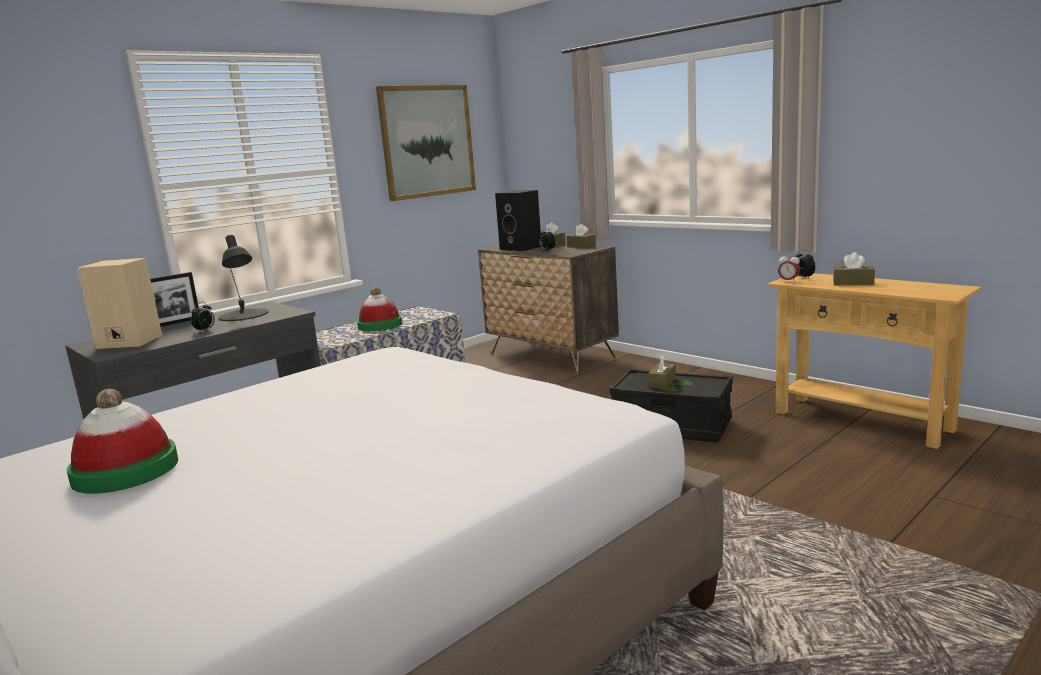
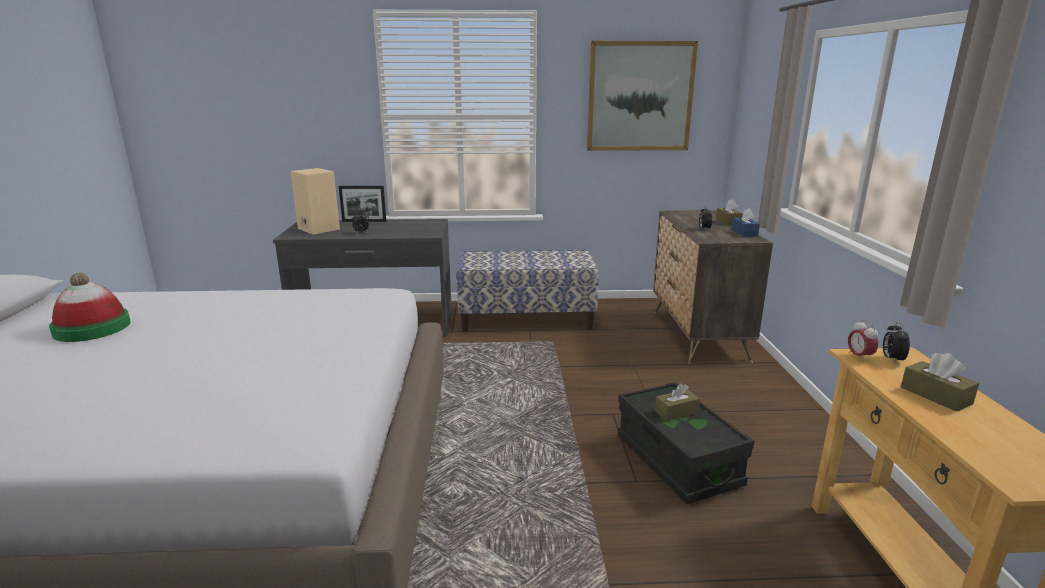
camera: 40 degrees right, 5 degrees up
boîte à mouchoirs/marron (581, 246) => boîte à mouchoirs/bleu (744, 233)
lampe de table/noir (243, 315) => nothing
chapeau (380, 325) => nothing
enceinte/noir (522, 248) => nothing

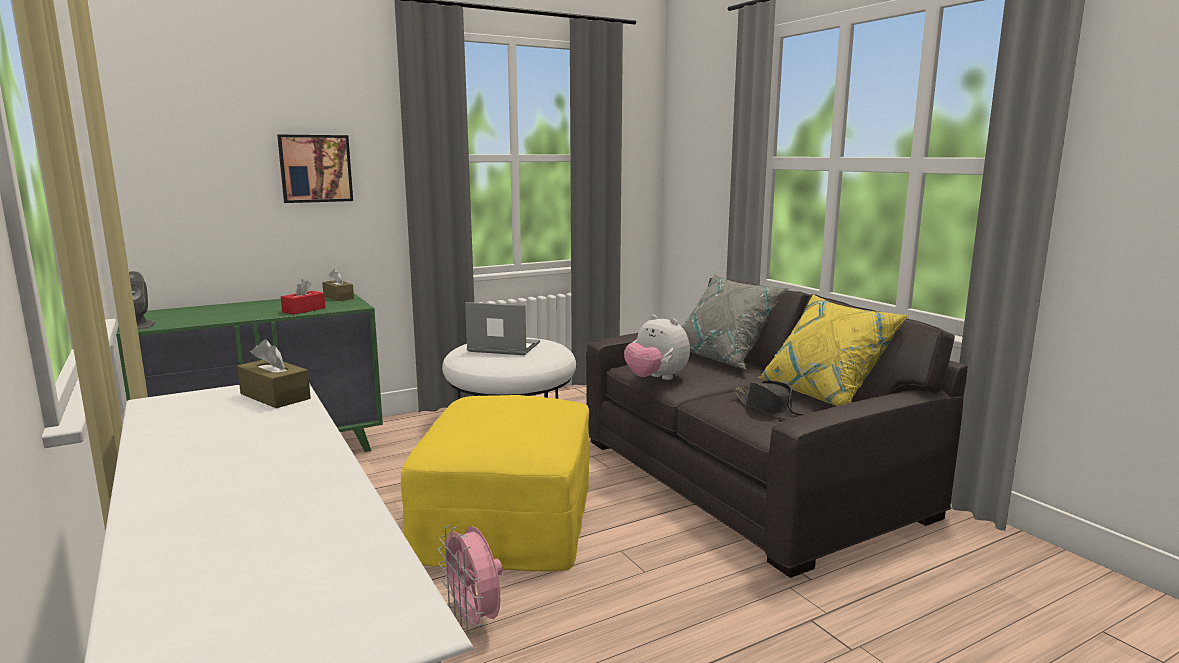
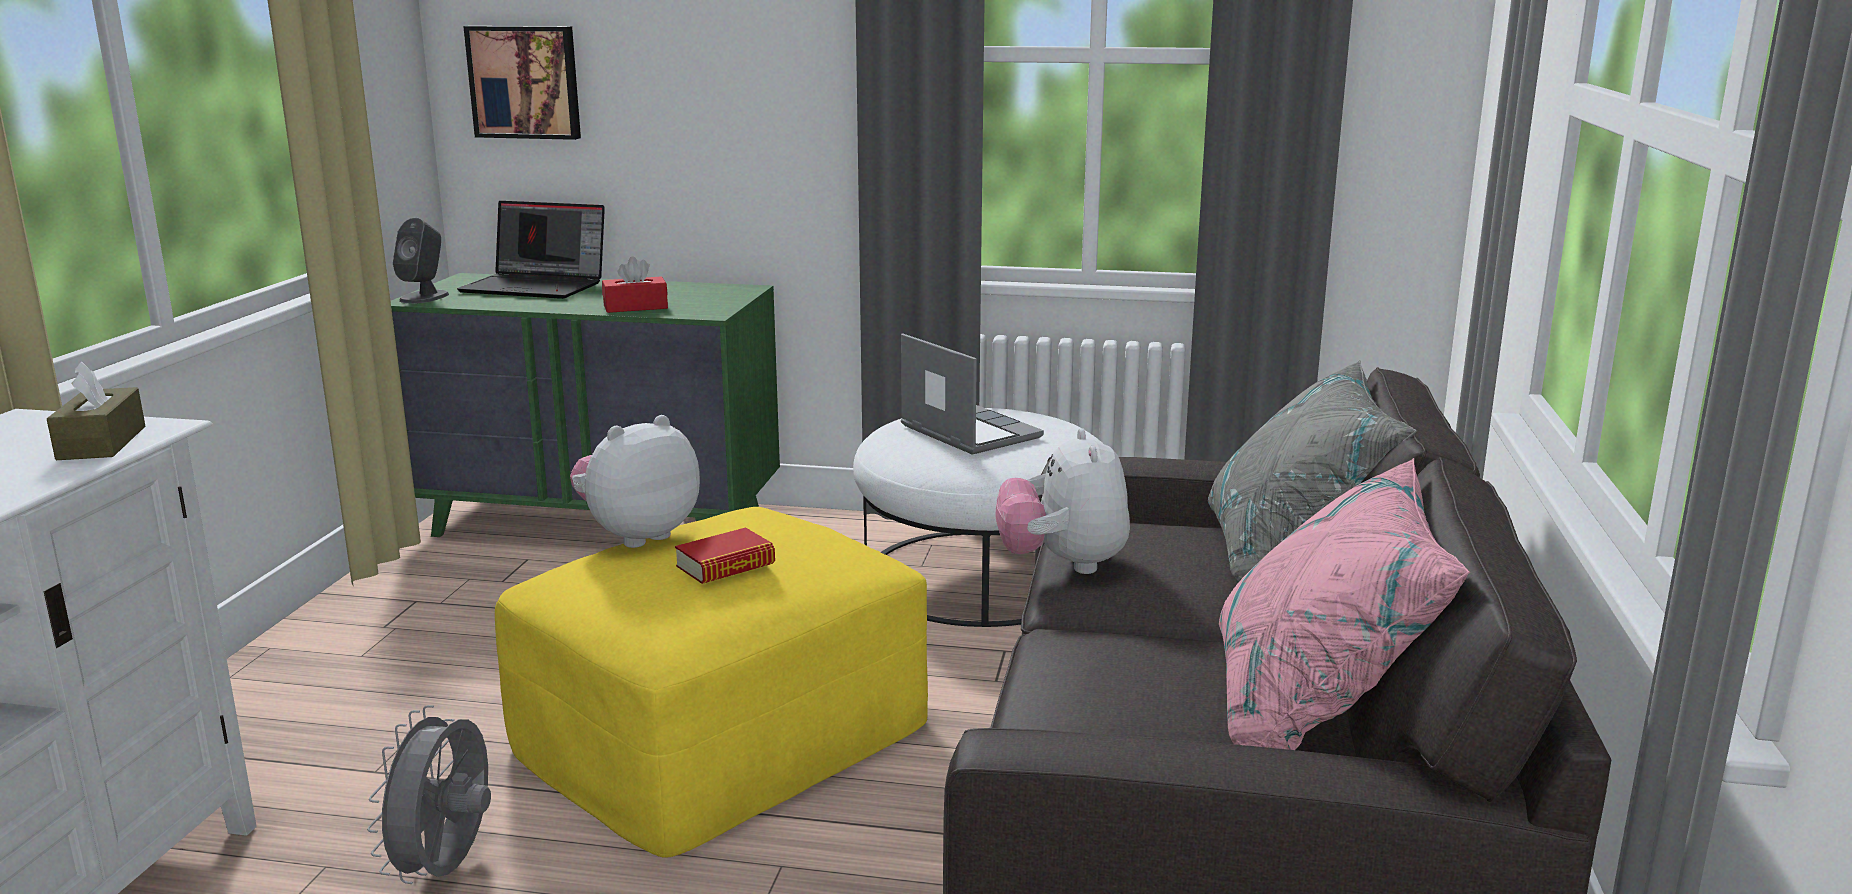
camera: 40 degrees right, 5 degrees up
ventilateur/rose (474, 621) => ventilateur/gris (447, 869)
nothing => ordinateur portable (537, 286)
tableau (315, 168) => tableau (525, 82), move
nothing => peluche (637, 535)
nothing => livre (725, 565)
coussin/jaune (824, 395) => coussin/rose (1316, 710)
boîte à mouchoirs/marron (338, 297) => nothing
chapeau/noir (769, 409) => nothing

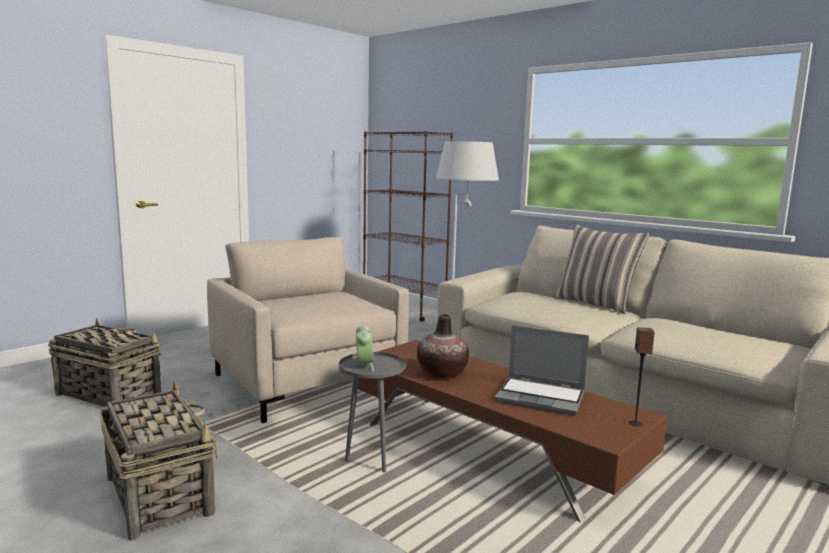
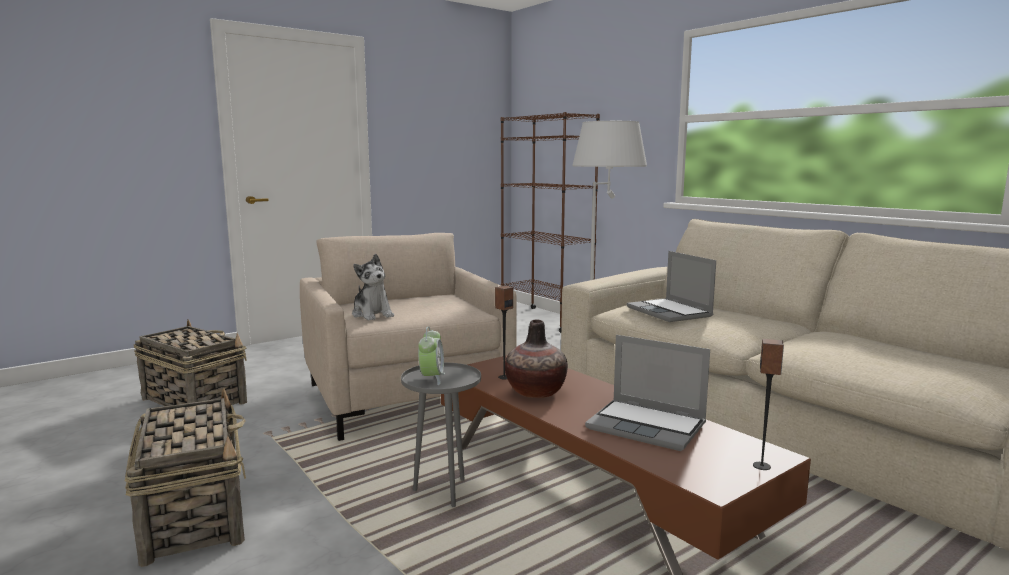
camera: 10 degrees right, 0 degrees up
nothing => peluche (372, 314)
nothing => enceinte (504, 377)
nothing => ordinateur portable (670, 312)
coussin (595, 303) => nothing

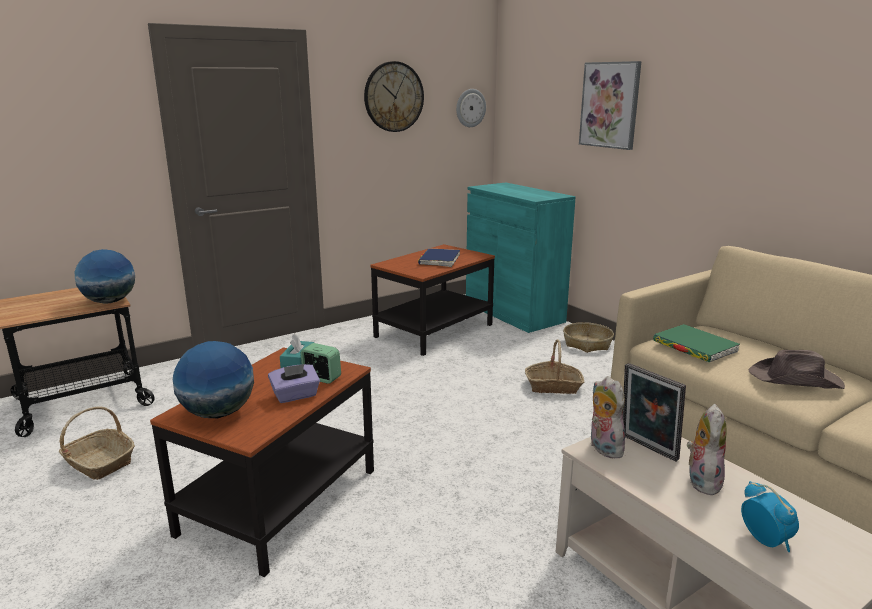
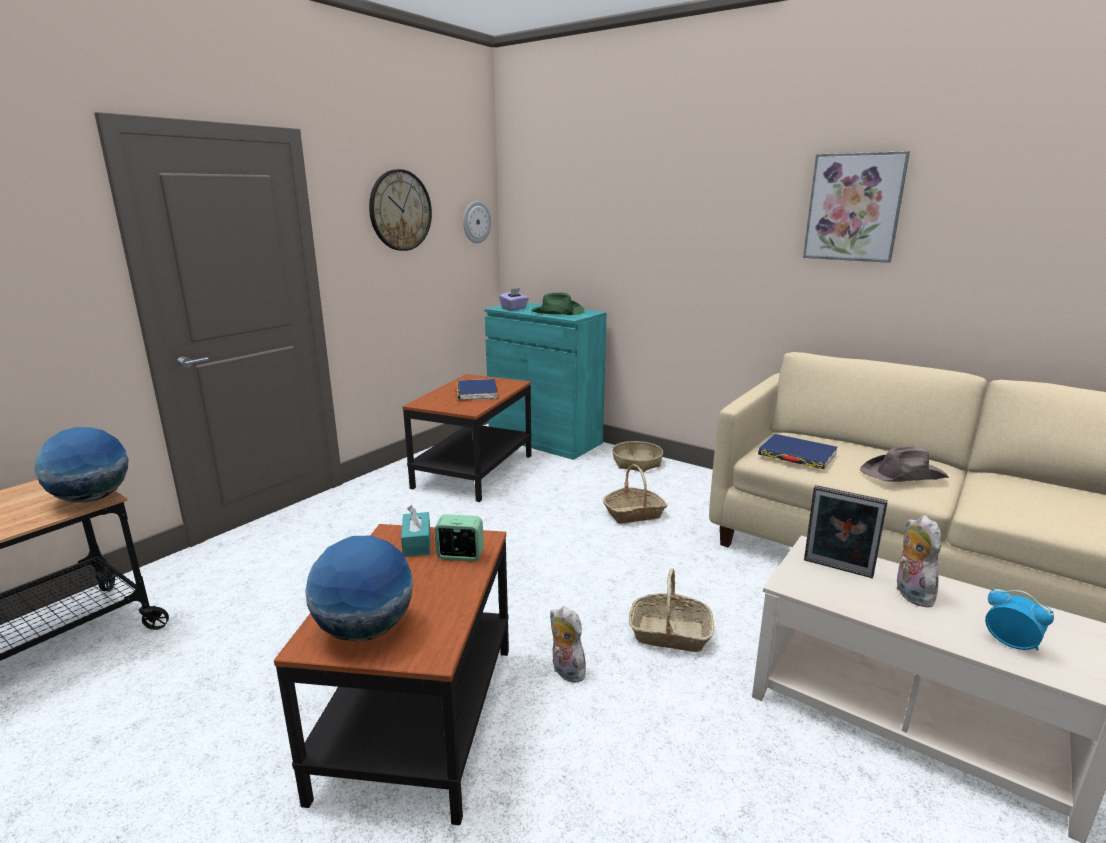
camera: 20 degrees left, 0 degrees up
boîte à mouchoirs/violet (295, 396) => boîte à mouchoirs/violet (514, 308), move
nothing => chapeau/vert (556, 312)
peluche (603, 448) => peluche (565, 671), move
panier (99, 462) => panier (669, 633), move
livre/vert (694, 347) => livre/bleu (797, 455)
tableau (610, 105) => tableau (854, 207), move

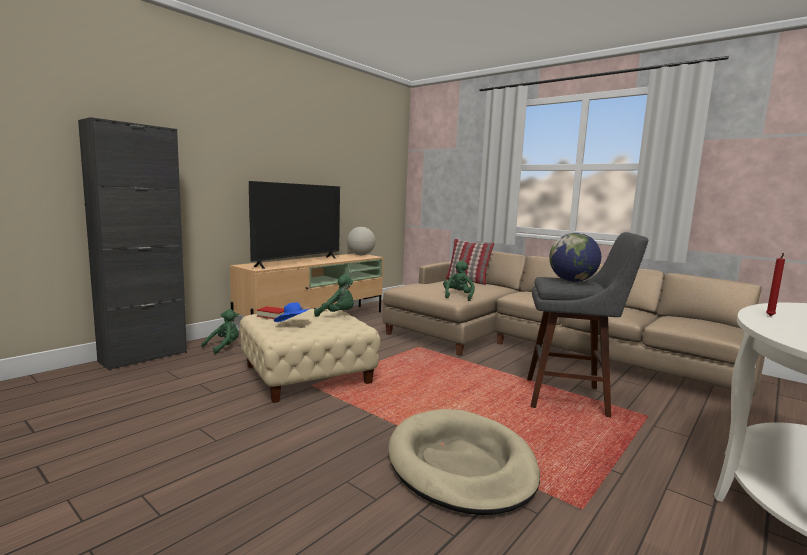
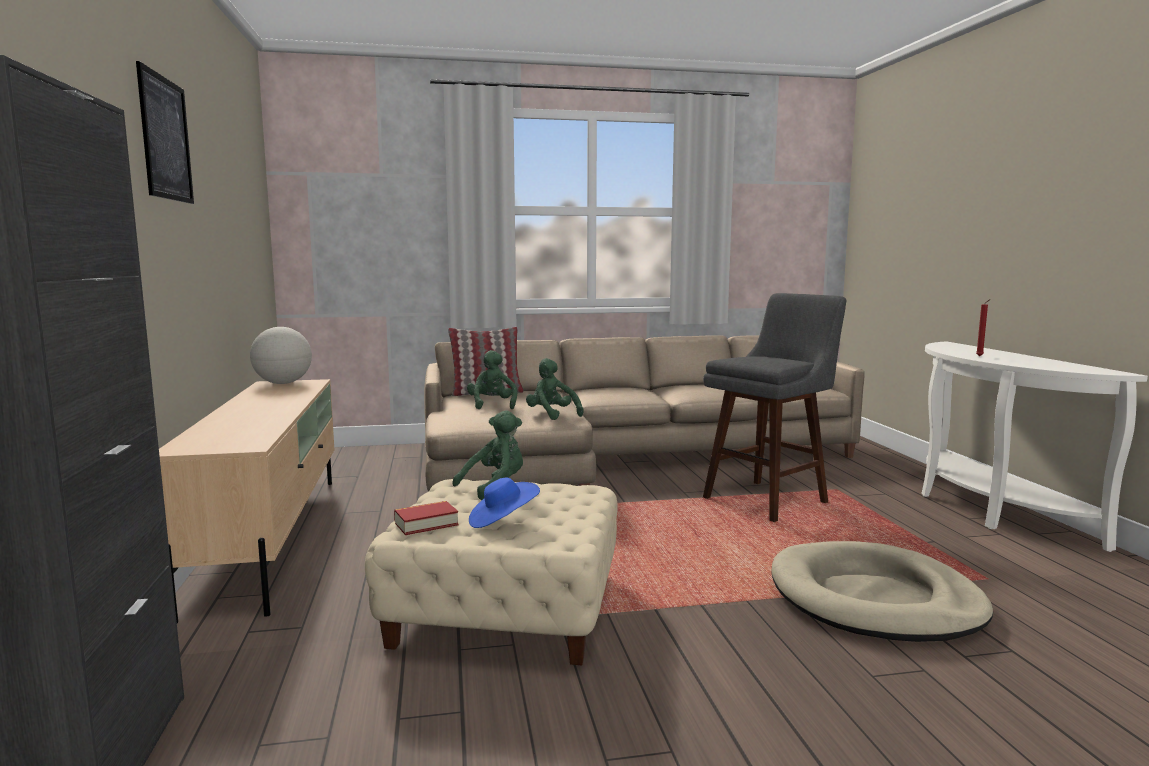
camera: 50 degrees left, 0 degrees up
nothing => tableau (165, 139)
peluche/vert (224, 347) => peluche/vert (492, 405), move
téléviseur (298, 262) => nothing
globe (572, 281) => nothing

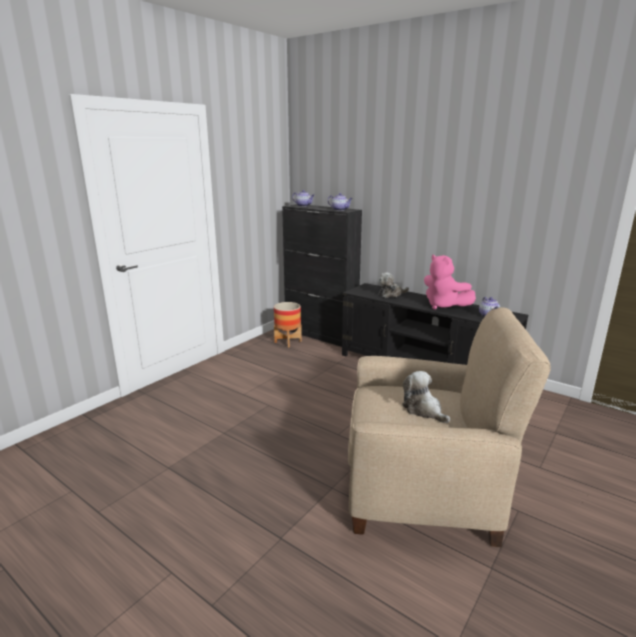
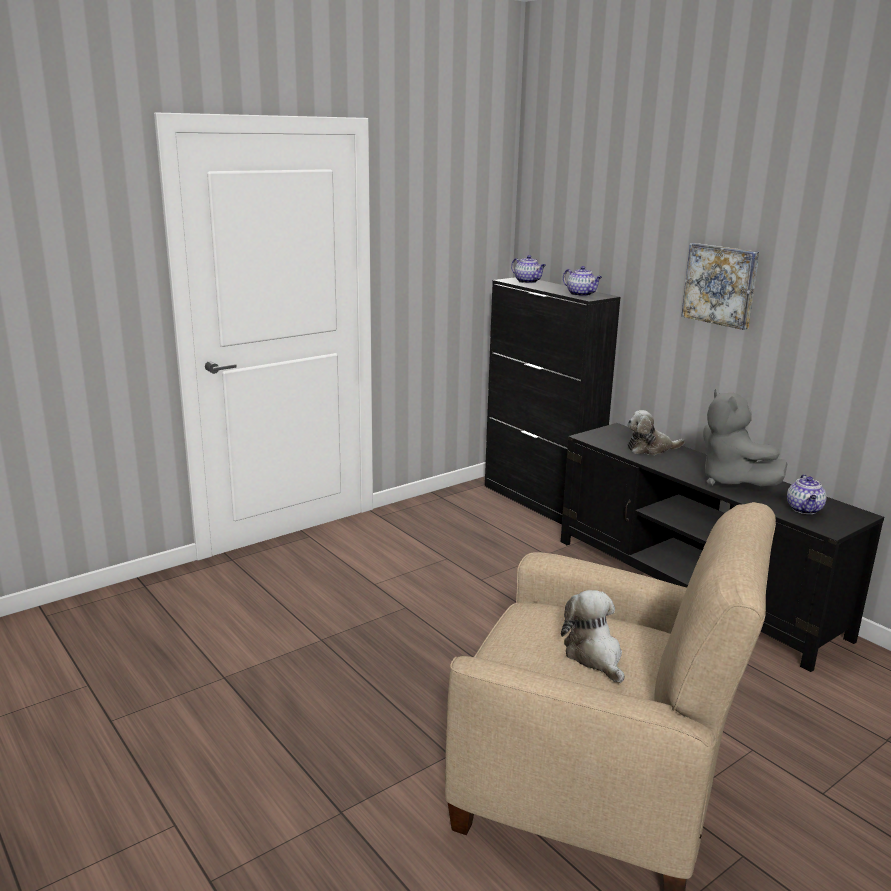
camera: 15 degrees right, 0 degrees up
nothing => tableau (721, 285)
peluche/rose (443, 306) => peluche/gris (731, 481)
cache-pot (288, 342) => nothing

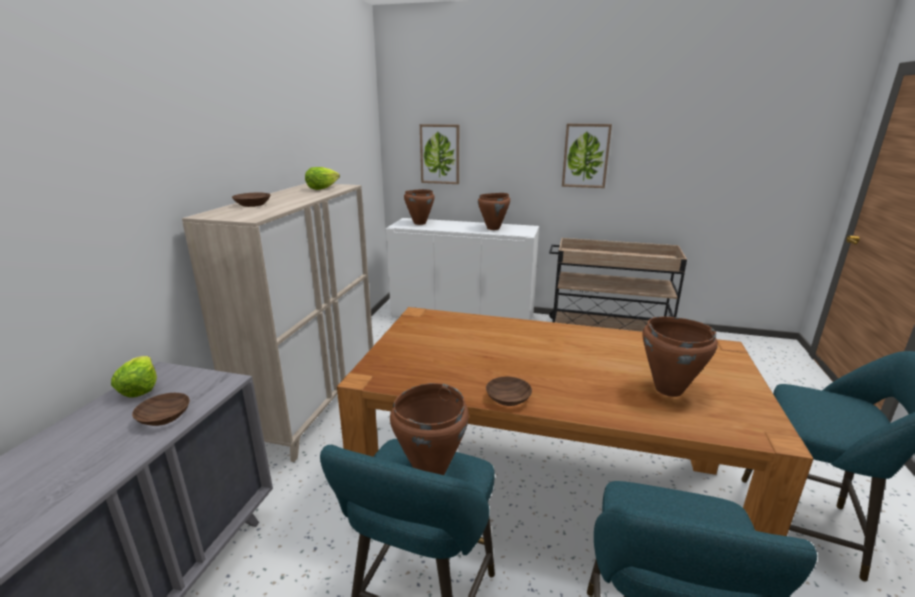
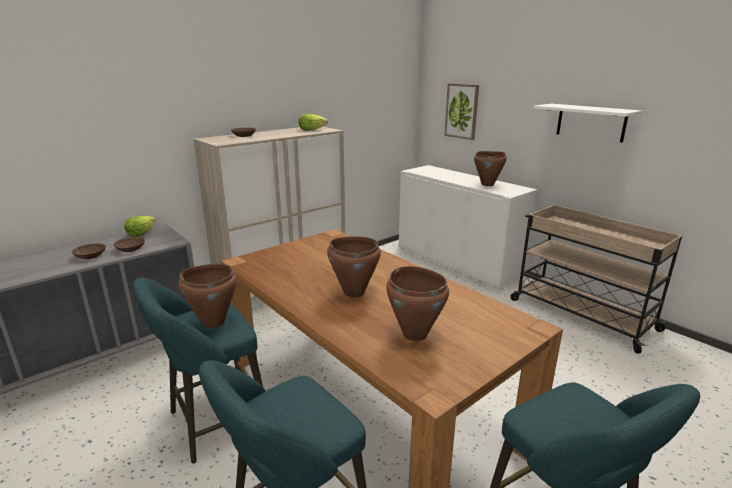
camera: 35 degrees right, 0 degrees up
bol/marron (507, 399) => bol/marron (90, 256), move
marmite/marron (419, 223) => marmite/marron (353, 292), move
tableau (586, 156) => étagère/blanc (590, 122)

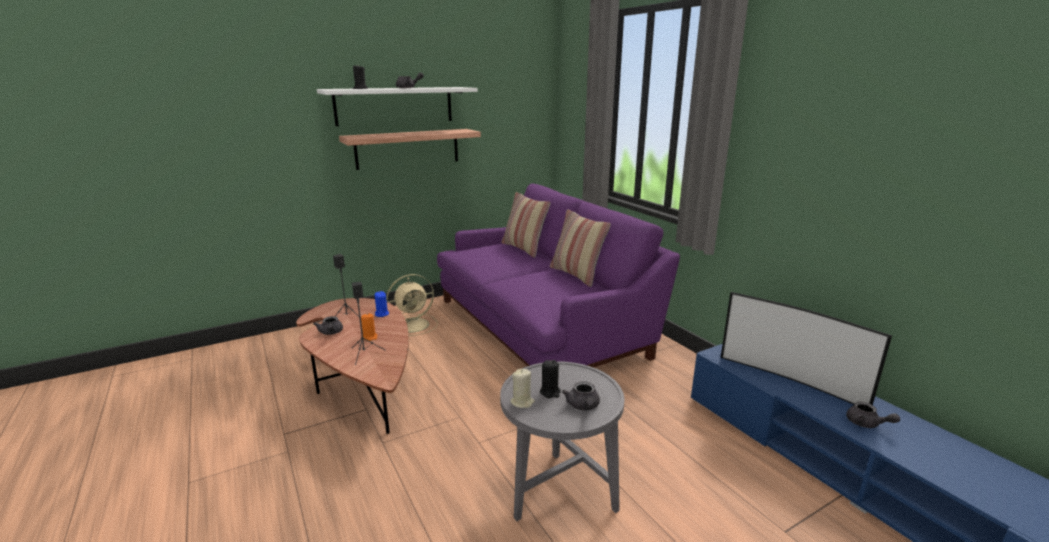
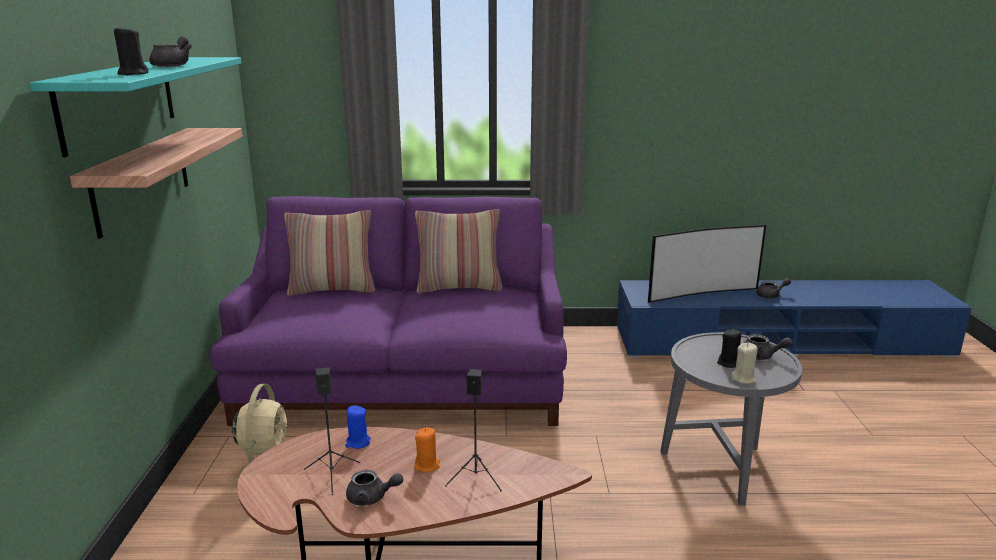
camera: 60 degrees left, 0 degrees up
étagère/blanc (394, 105) => étagère/turquoise (119, 101)

